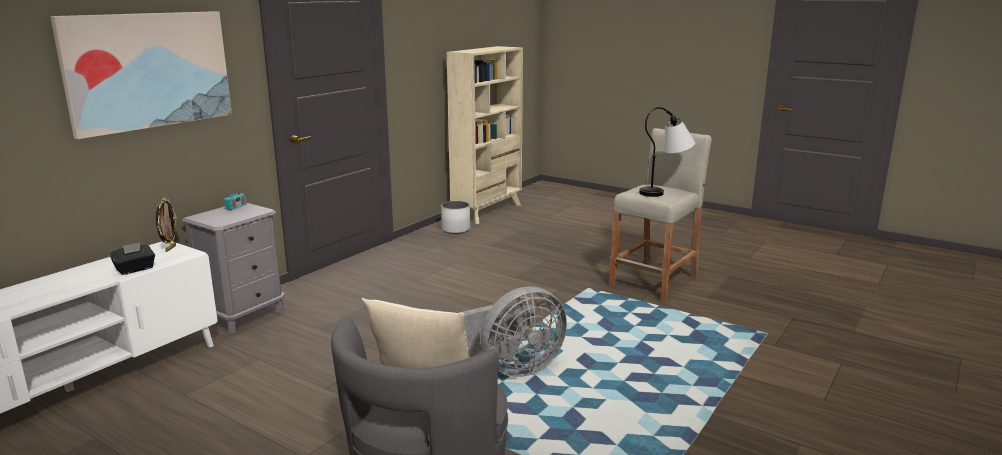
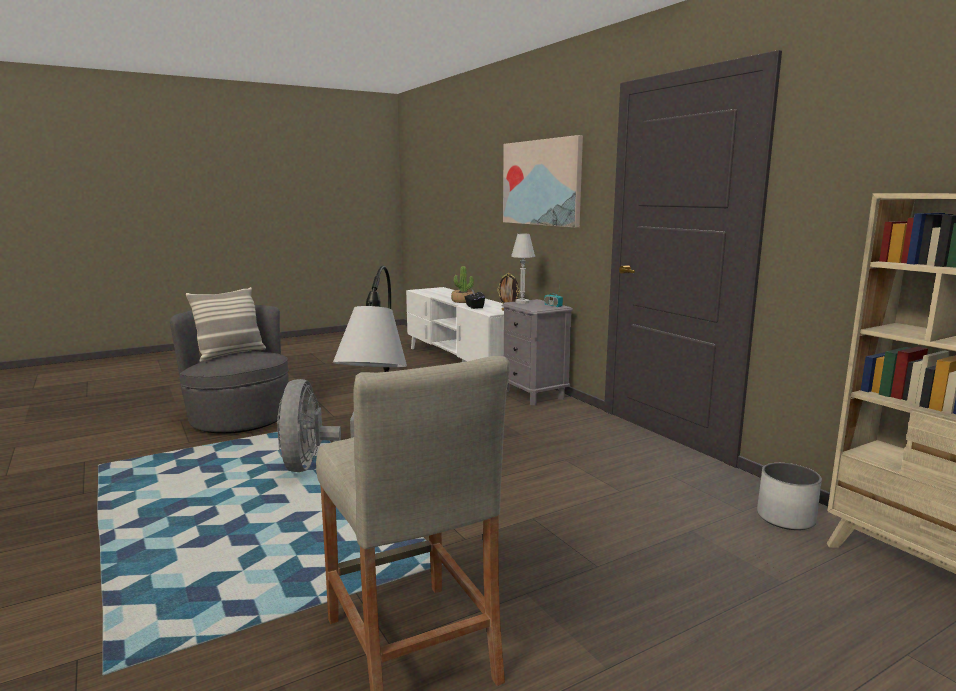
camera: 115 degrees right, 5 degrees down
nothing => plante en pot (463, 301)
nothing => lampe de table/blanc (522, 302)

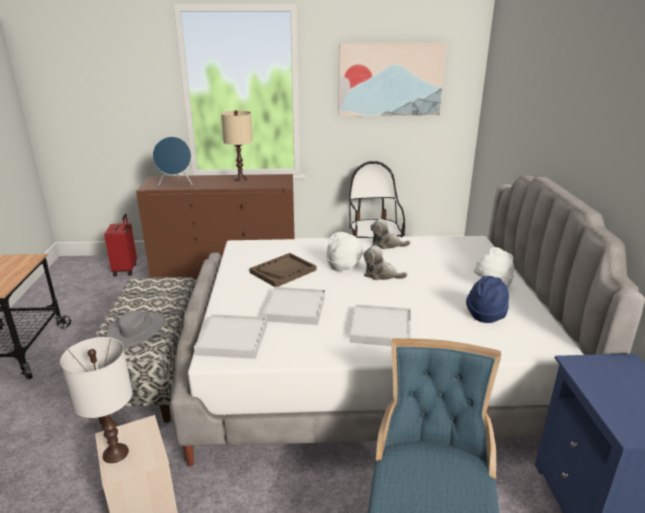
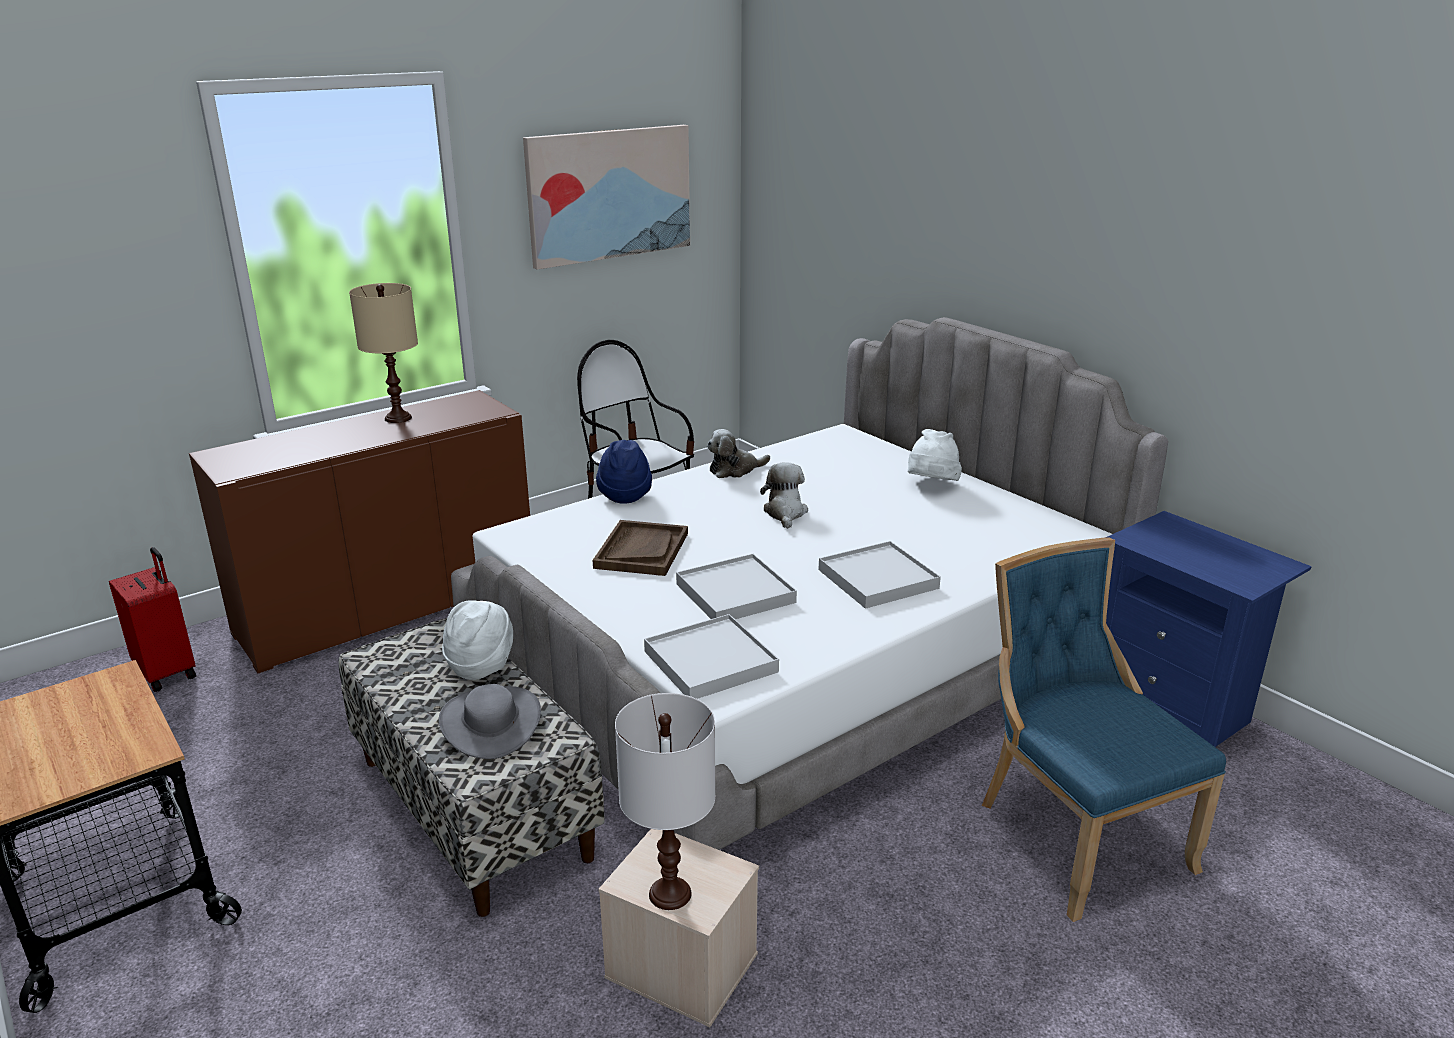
camera: 35 degrees left, 0 degrees up
chapeau/blanc (344, 266) => chapeau/blanc (481, 664), move
chapeau/bleu (486, 314) => chapeau/bleu (625, 494), move
peluche (381, 275) => peluche (785, 513), 105 degrees clockwise
enceinte/bleu (176, 184) => nothing

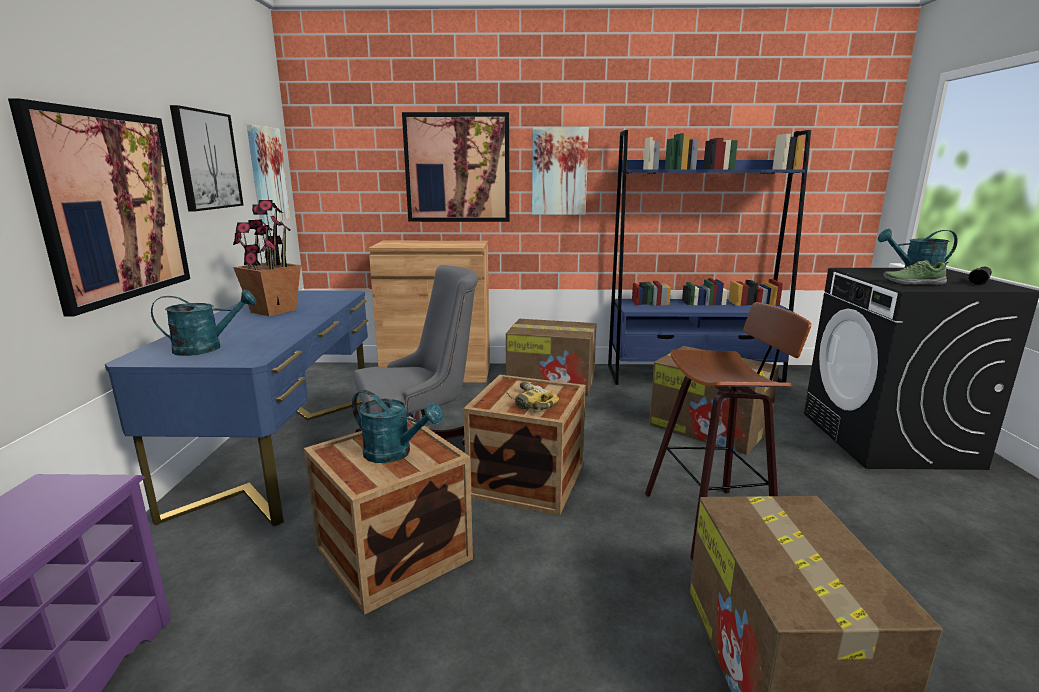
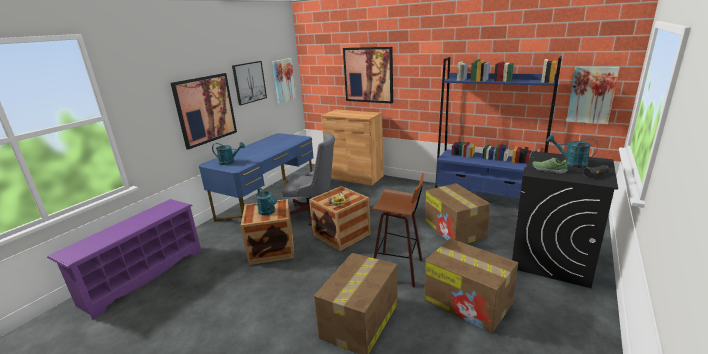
camera: 30 degrees right, 5 degrees up
carton (552, 381) => carton (469, 302), move
tableau (559, 172) => tableau (591, 95), move
plante en pot (273, 311) => nothing

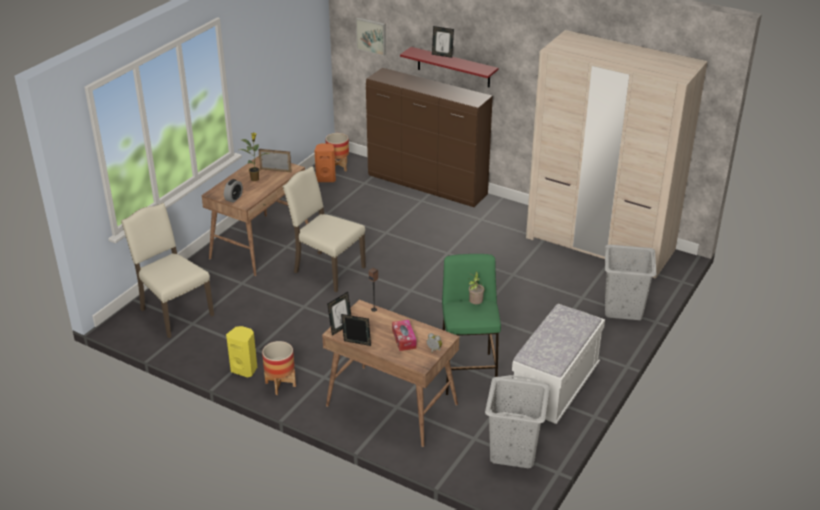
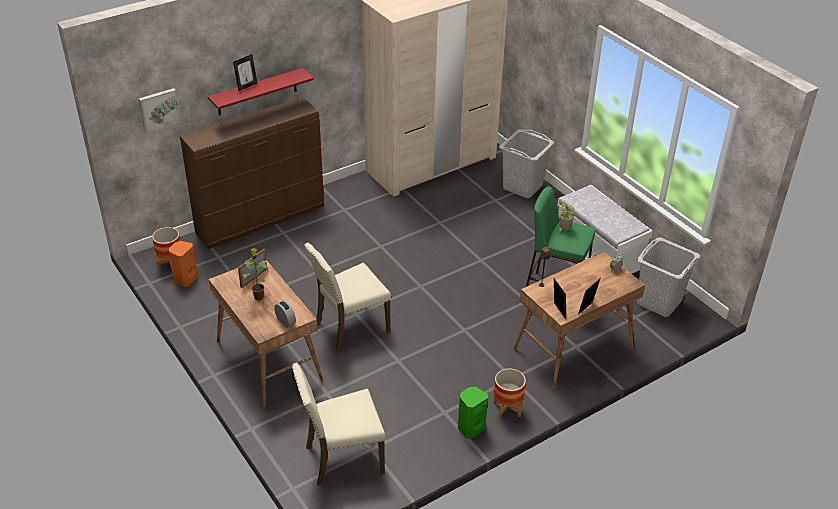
camera: 65 degrees left, 5 degrees up
enceinte/jaune (245, 369) => enceinte/vert (470, 428)
boîte à mouchoirs (404, 339) => nothing

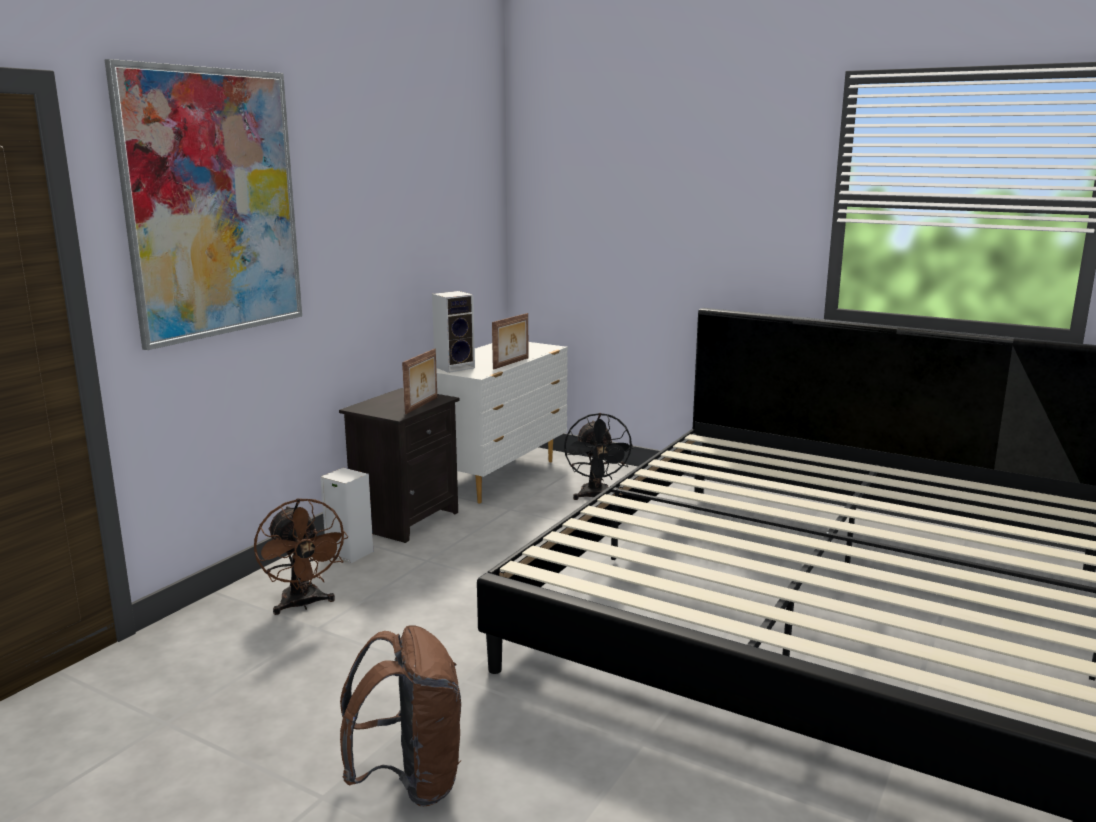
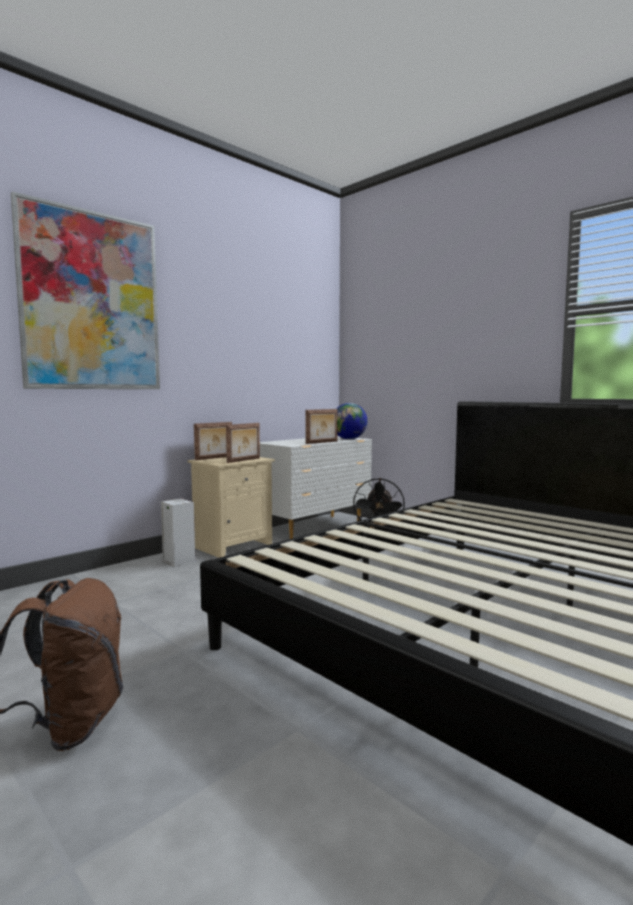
camera: 15 degrees right, 10 degrees down
table de chevet/noir (405, 519) => table de chevet/beige (233, 546)
nothing => cadre photo (214, 458)
nothing => globe (349, 439)
ventilateur/marron (303, 605) => nothing
enceinte (455, 367) => nothing

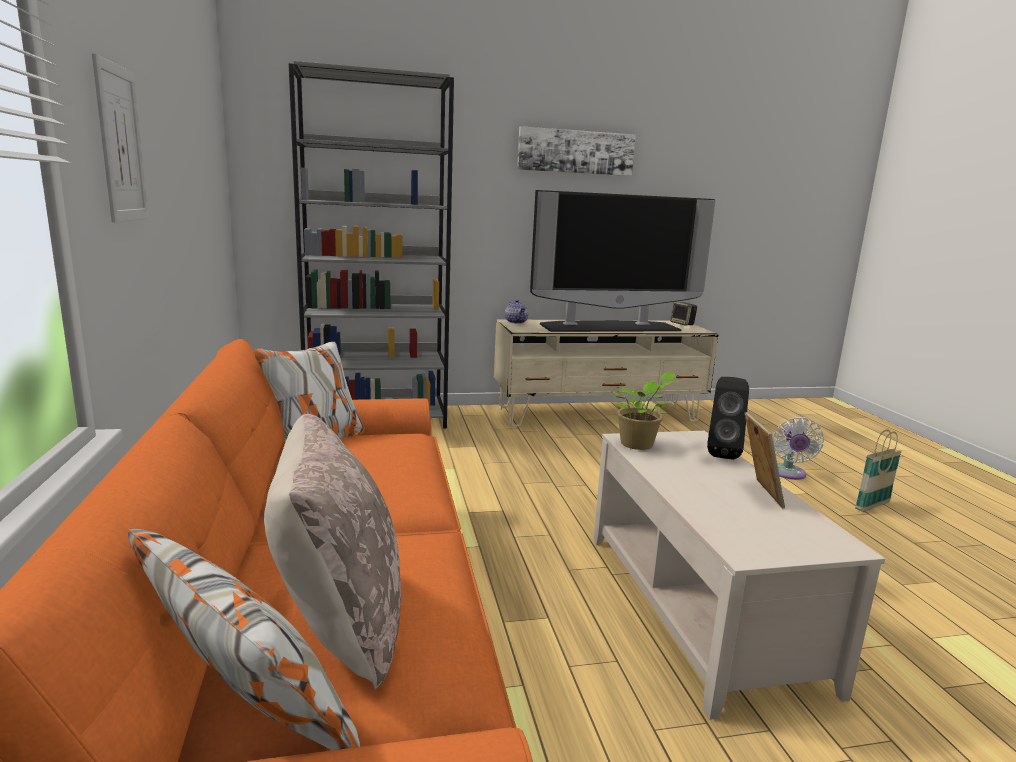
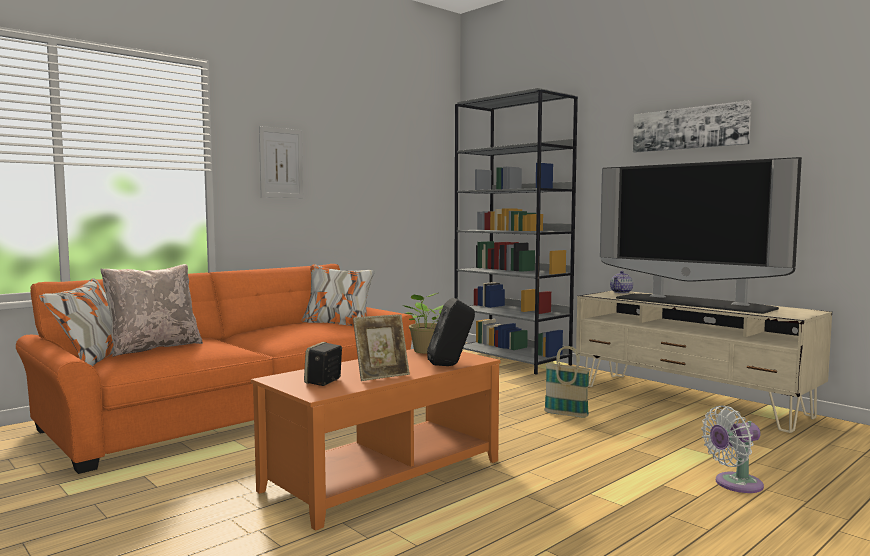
camera: 60 degrees right, 10 degrees down
table basse/beige (698, 606) => table basse/orange (384, 475)
enceinte (683, 324) => enceinte (323, 382), move
panier (872, 506) => panier (566, 414), move

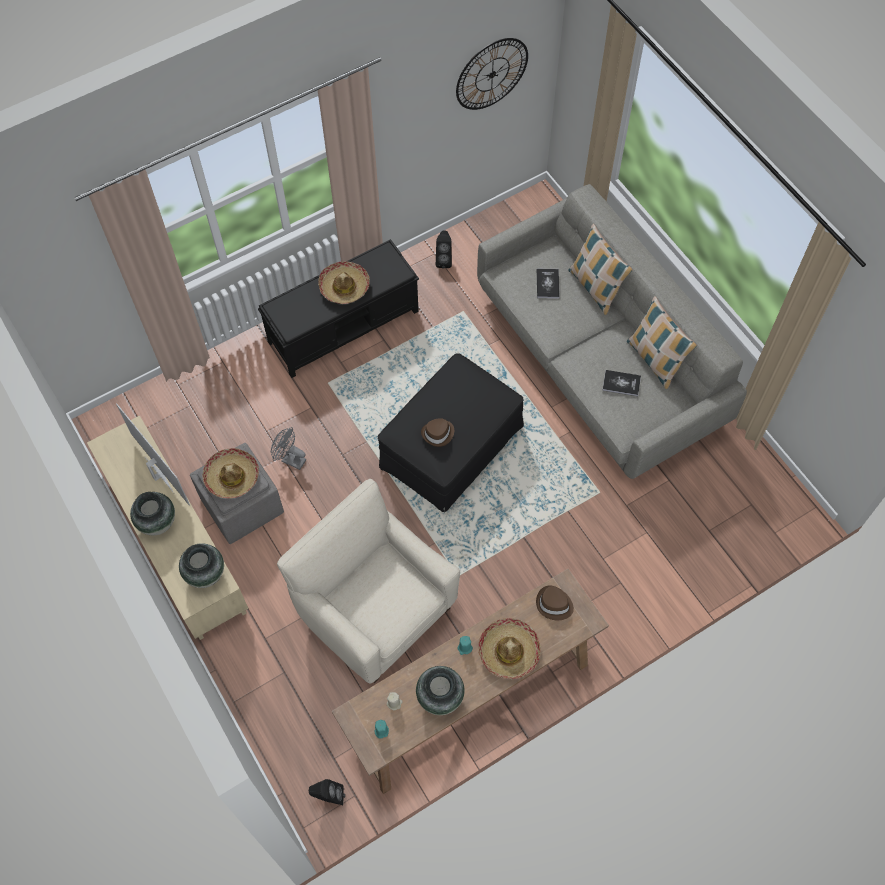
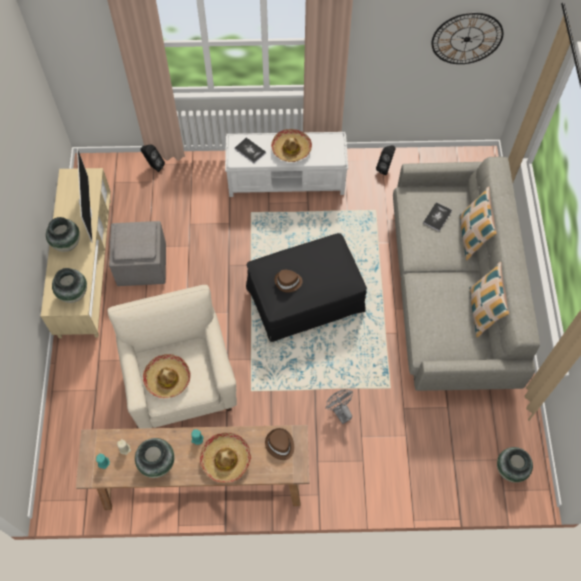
camera: 30 degrees right, 0 degrees up
enceinte/noir (329, 797) => enceinte/noir (154, 166), move
chapeau (232, 477) => chapeau (167, 378), move
banc/noir (344, 326) => banc/blanc (287, 179)
livre (621, 383) => livre (250, 150), move
ventilateur/gris (290, 459) => ventilateur/gris (339, 411), move
nothing => vase (510, 470)

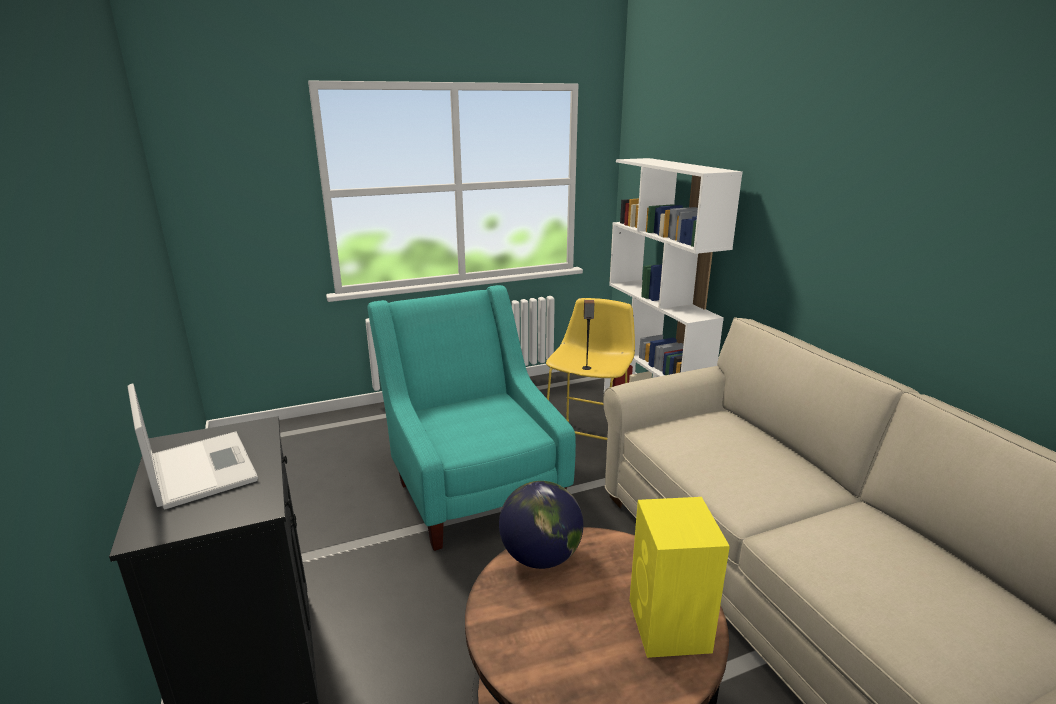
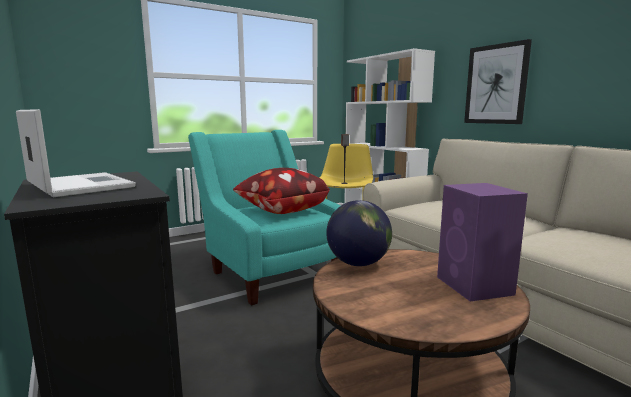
camera: 10 degrees left, 10 degrees down
nothing => coussin (281, 211)
enceinte/jaune (669, 627) => enceinte/violet (475, 286)
nothing => tableau (496, 84)

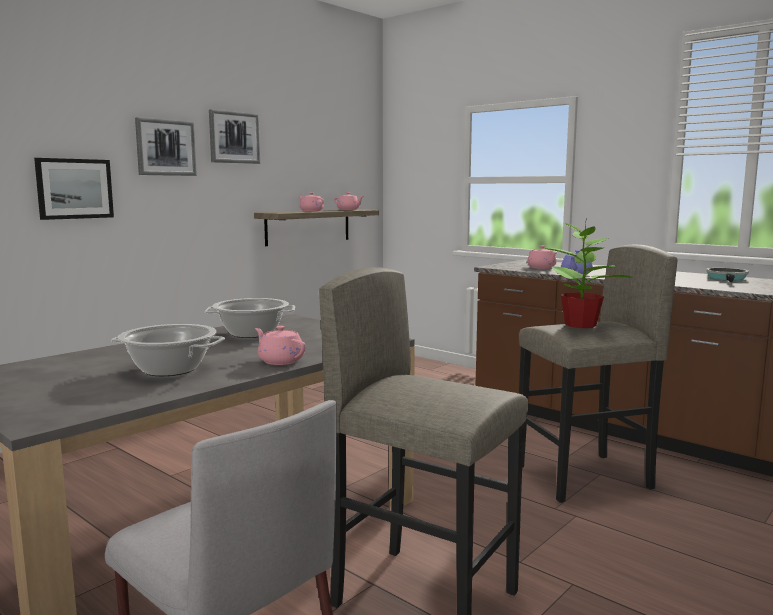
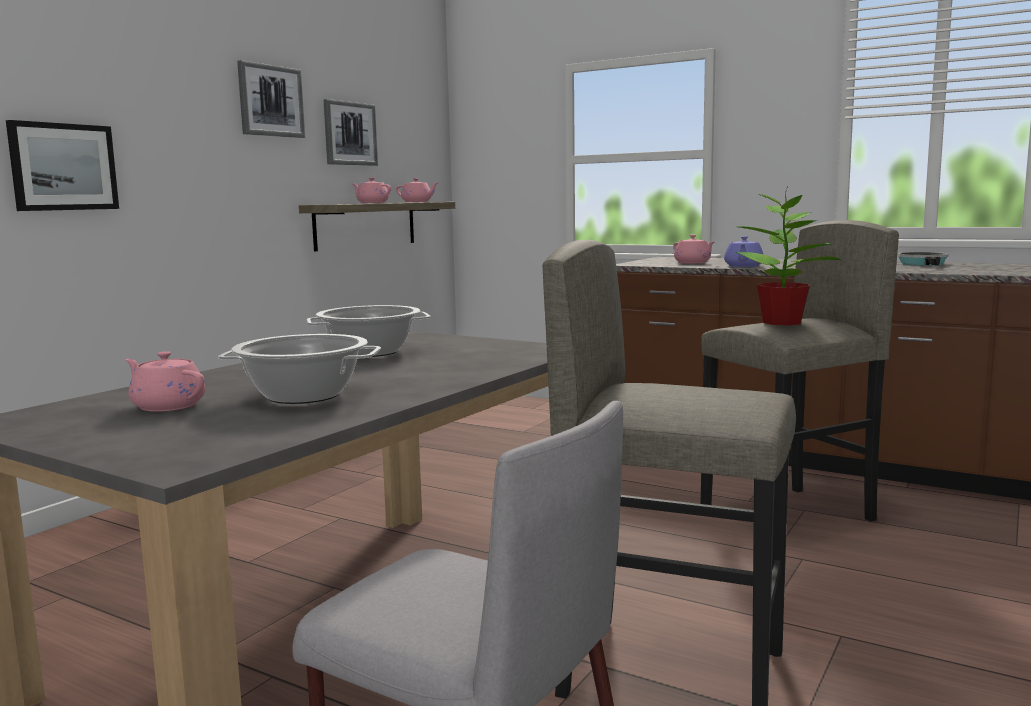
camera: 10 degrees left, 0 degrees up
théière/rose (280, 361) => théière/rose (167, 406), move
tableau (166, 147) => tableau (349, 134), move

